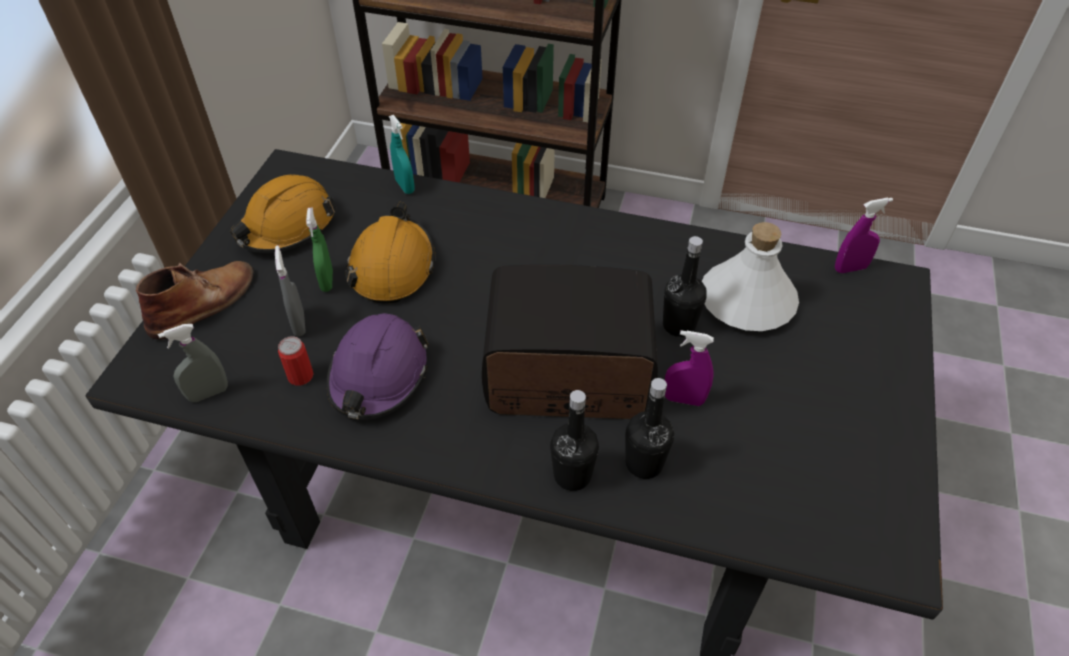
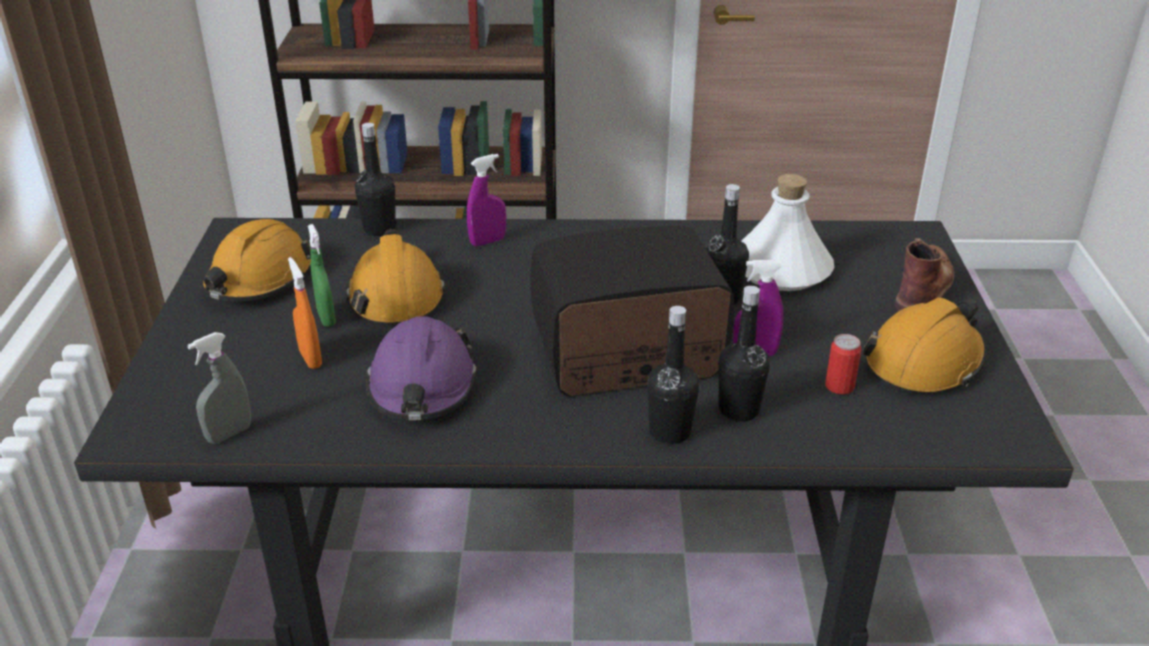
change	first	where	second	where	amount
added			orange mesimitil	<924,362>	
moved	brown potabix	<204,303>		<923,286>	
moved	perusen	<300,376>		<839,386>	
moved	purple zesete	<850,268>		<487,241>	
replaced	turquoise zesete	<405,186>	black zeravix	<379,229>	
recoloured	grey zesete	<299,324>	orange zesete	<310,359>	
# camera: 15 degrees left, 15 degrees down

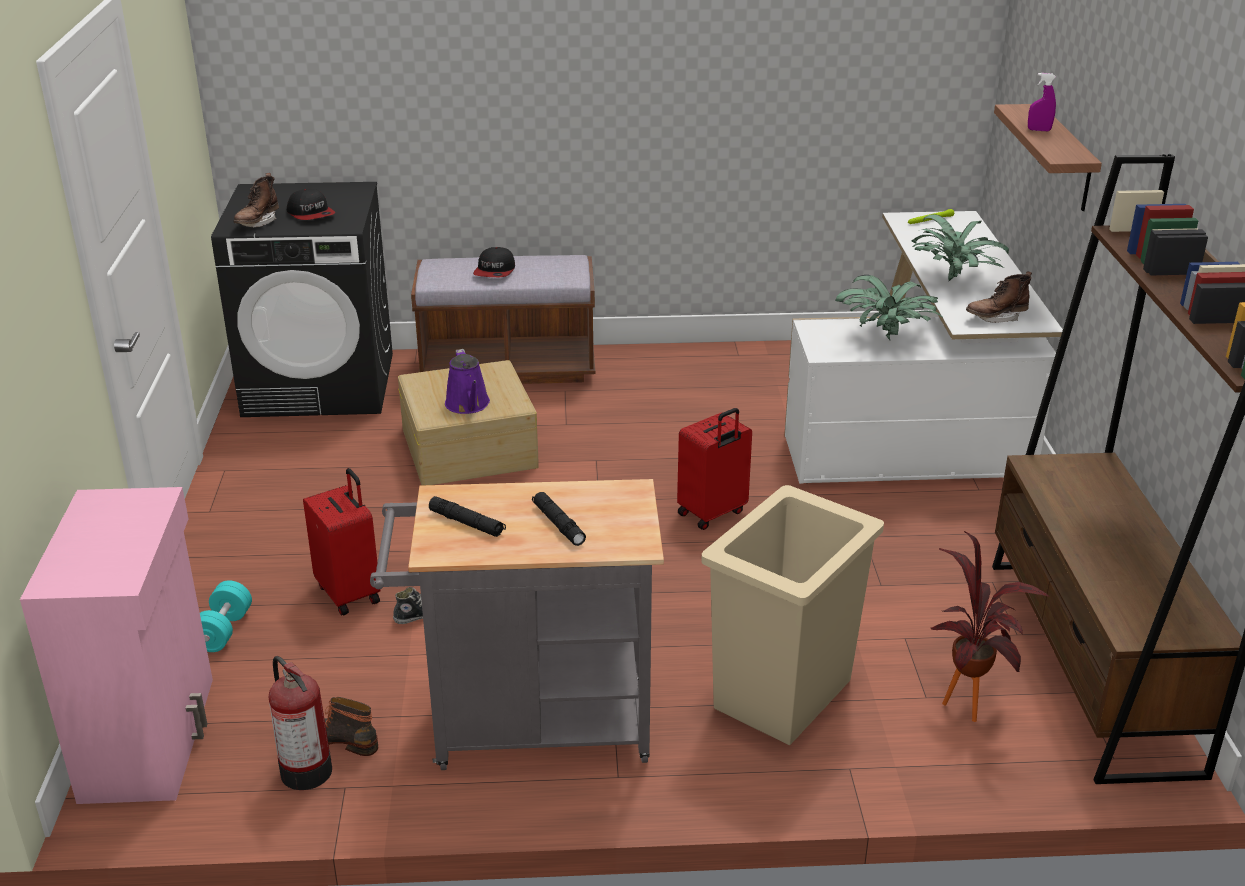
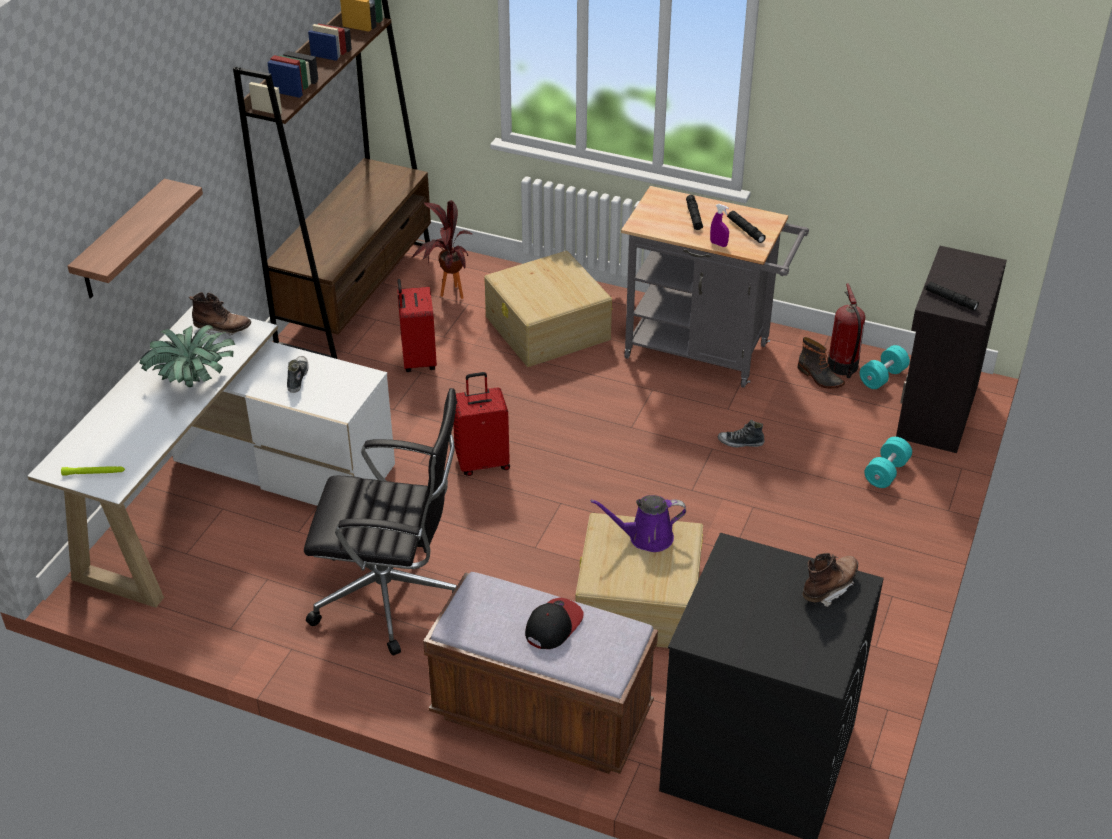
change	first	where	second	where	amount
removed	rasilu	<311,214>			
added			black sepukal	<391,595>	
added			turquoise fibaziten	<882,377>	
added			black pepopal	<950,300>	
moved	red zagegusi	<350,593>		<417,360>	
moved	purple zesete	<1039,130>		<718,244>	
replaced	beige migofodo	<780,695>	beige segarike	<548,328>	
replaced	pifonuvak	<888,338>	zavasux	<297,378>	
recoloured	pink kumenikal	<152,737>	black kumenikal	<935,411>	
turned	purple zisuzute	<468,405>		<646,537>	105 degrees counterclockwise
# camera: 155 degrees left, 10 degrees up

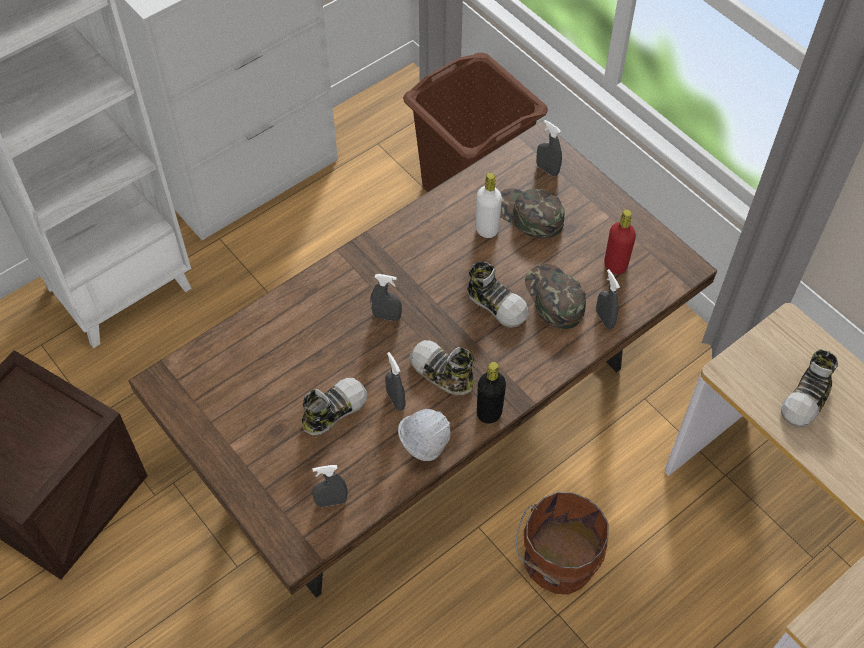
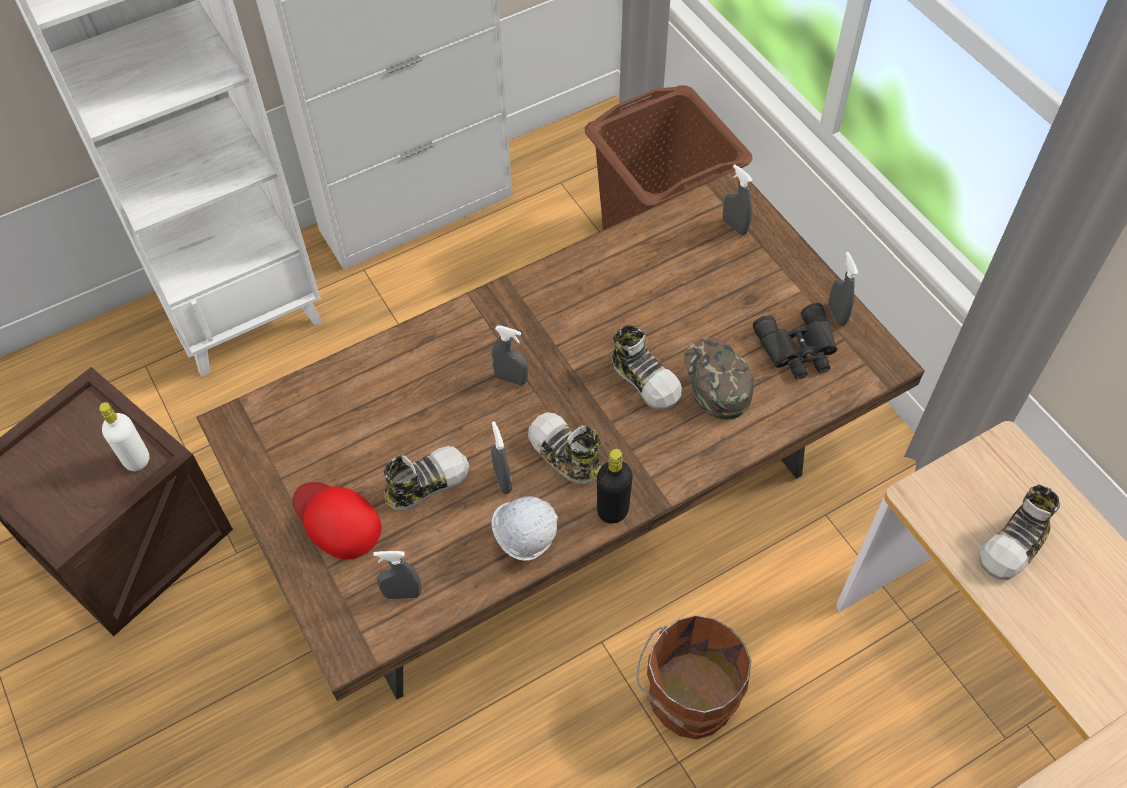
change	first	where	second	where	amount
removed	green rasilu	<528,215>			
added			red rasilu	<336,520>	
moved	white zeravix	<487,229>		<136,459>	
moved	grey zesete	<604,319>		<837,314>	
replaced	red zeravix	<615,265>	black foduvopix	<798,349>	
# camera: 10 degrees right, 0 degrees up

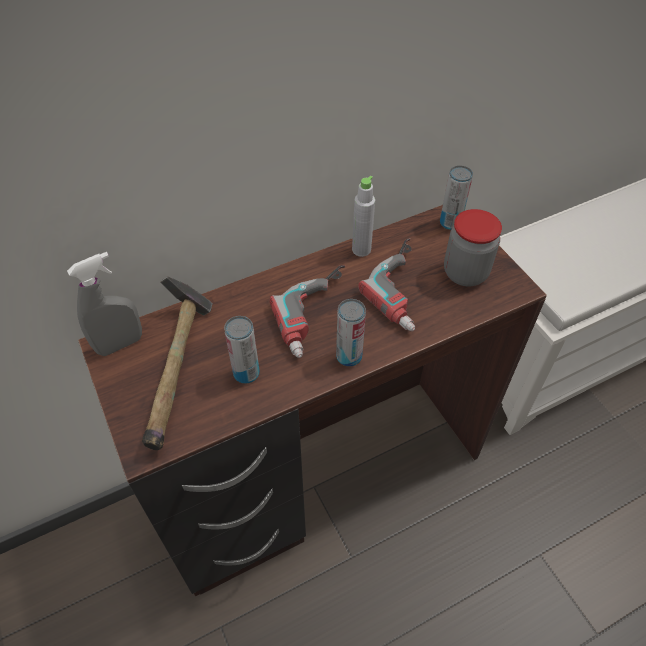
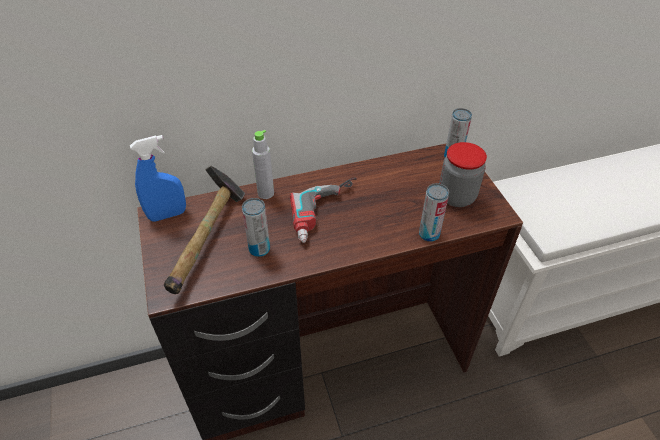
change	first	where	second	where	amount
removed	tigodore	<407,289>			
moved	perusen	<349,356>		<429,234>	
moved	grey zeravix	<361,250>		<266,193>	
recoloured	grey zesete	<120,344>	blue zesete	<167,215>	
# camera: 10 degrees right, 5 degrees down

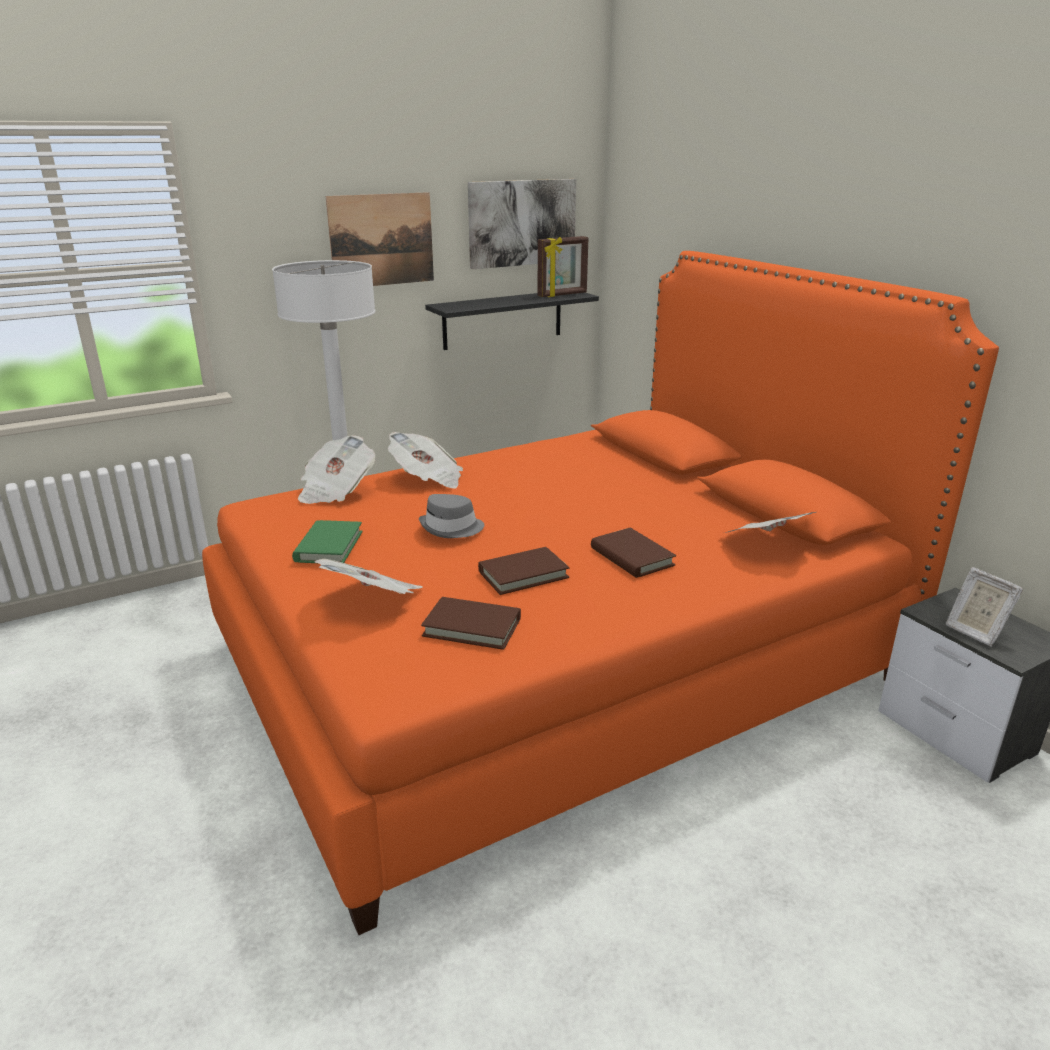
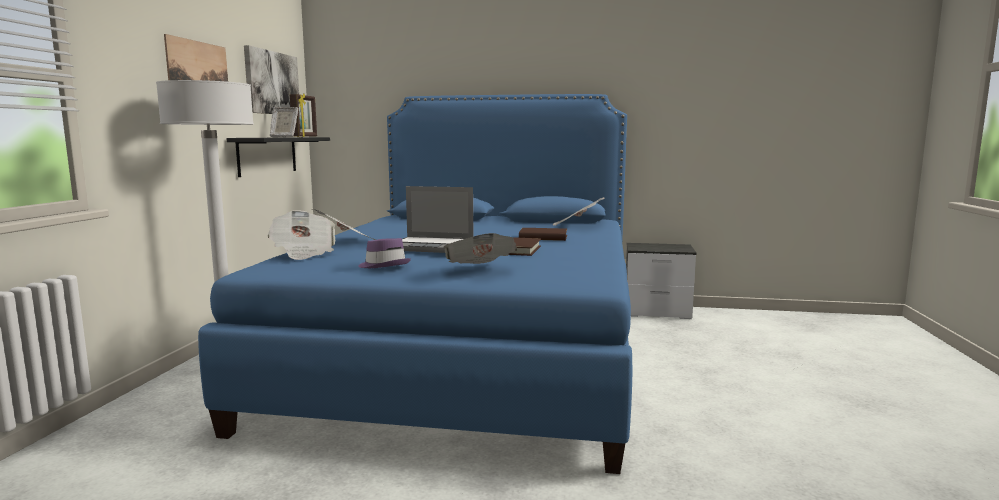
change	first	where	second	where	amount
removed	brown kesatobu	<472,627>			
moved	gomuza	<974,631>		<284,137>	
replaced	green kesatobu	<329,546>	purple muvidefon	<384,265>	
replaced	grey muvidefon	<452,528>	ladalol	<433,247>	
recoloured	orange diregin	<556,662>	blue diregin	<469,353>	
# camera: 50 degrees left, 15 degrees down

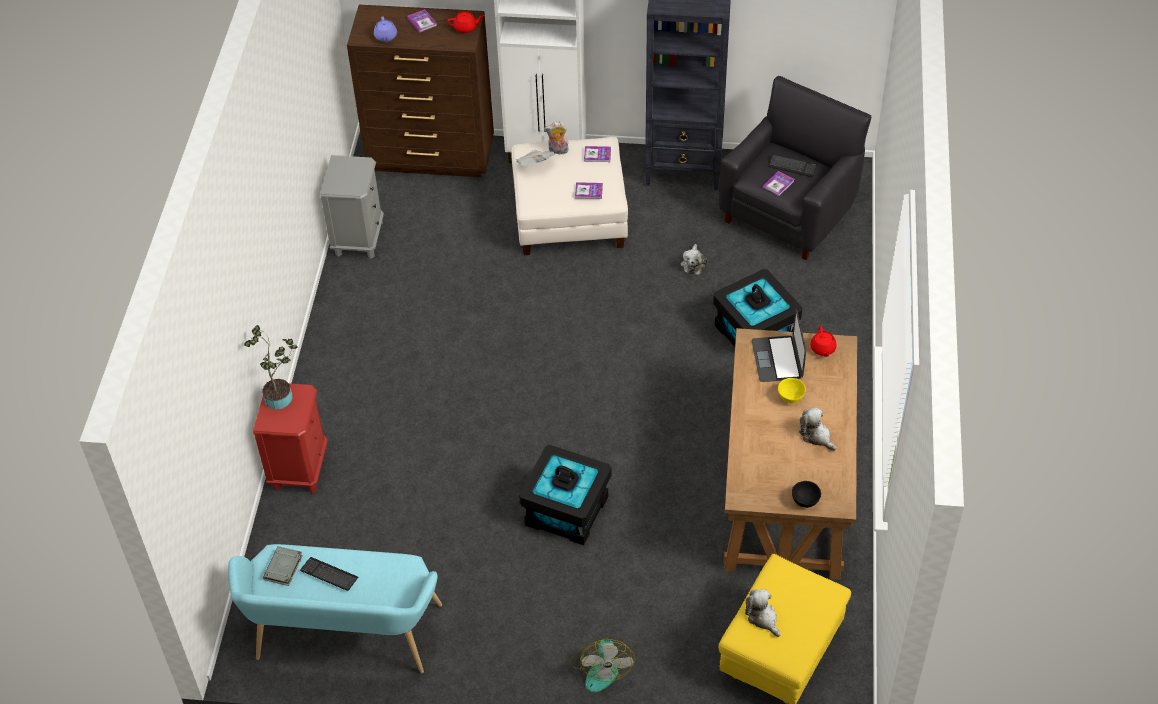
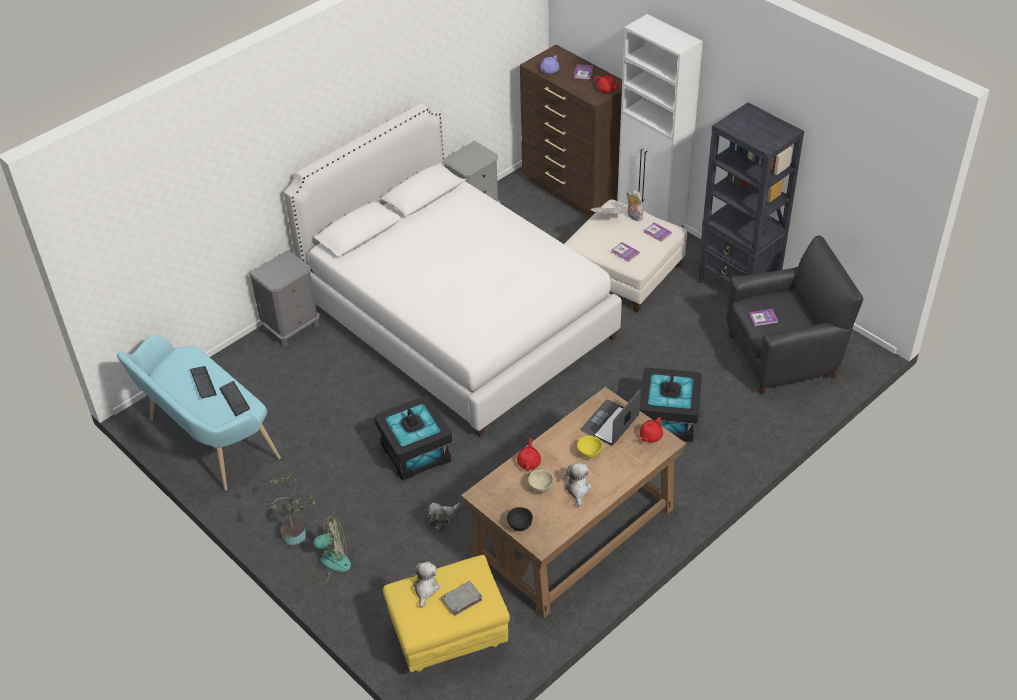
change	first	where	second	where	amount
added			white diregin	<458,320>	
added			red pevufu	<529,462>	
added			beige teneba	<541,488>	
moved	pifonuvak	<281,396>		<297,534>	
moved	grey kesatobu	<283,568>		<461,600>	
moved	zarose	<693,264>		<443,518>	
moved	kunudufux	<792,166>		<234,399>	
recoloured	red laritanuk	<299,468>	grey laritanuk	<291,327>	
turned	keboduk	<600,668>		<328,562>	135 degrees counterclockwise
# camera: 40 degrees right, 5 degrees down

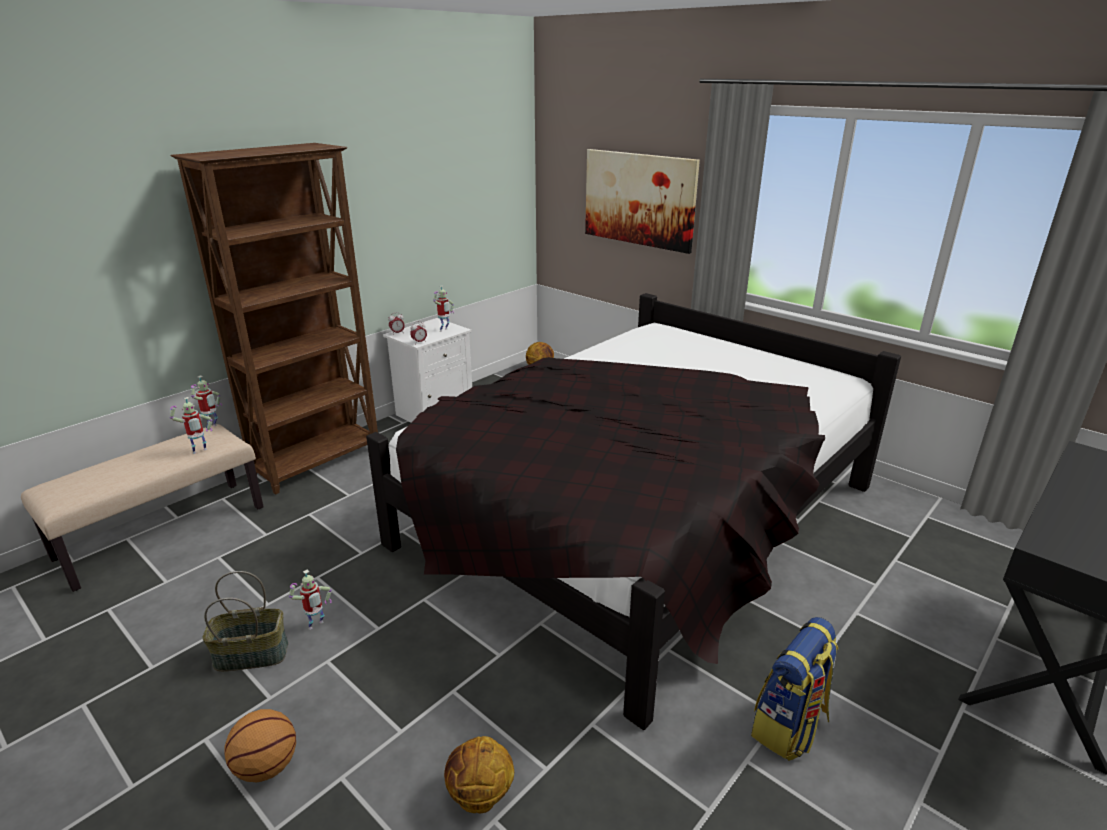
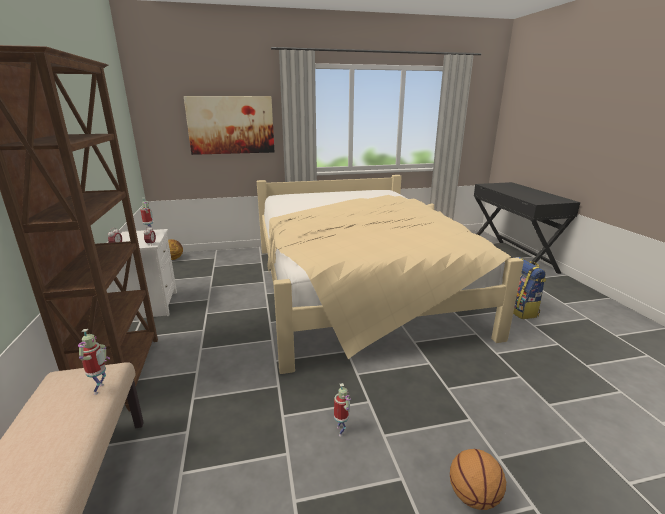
change	first	where	second	where	amount
removed	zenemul	<212,428>			
removed	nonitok	<252,654>			
removed	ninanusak	<480,795>			
recoloured	black diregin	<640,517>	beige diregin	<358,287>	
# camera: 55 degrees left, 5 degrees down

